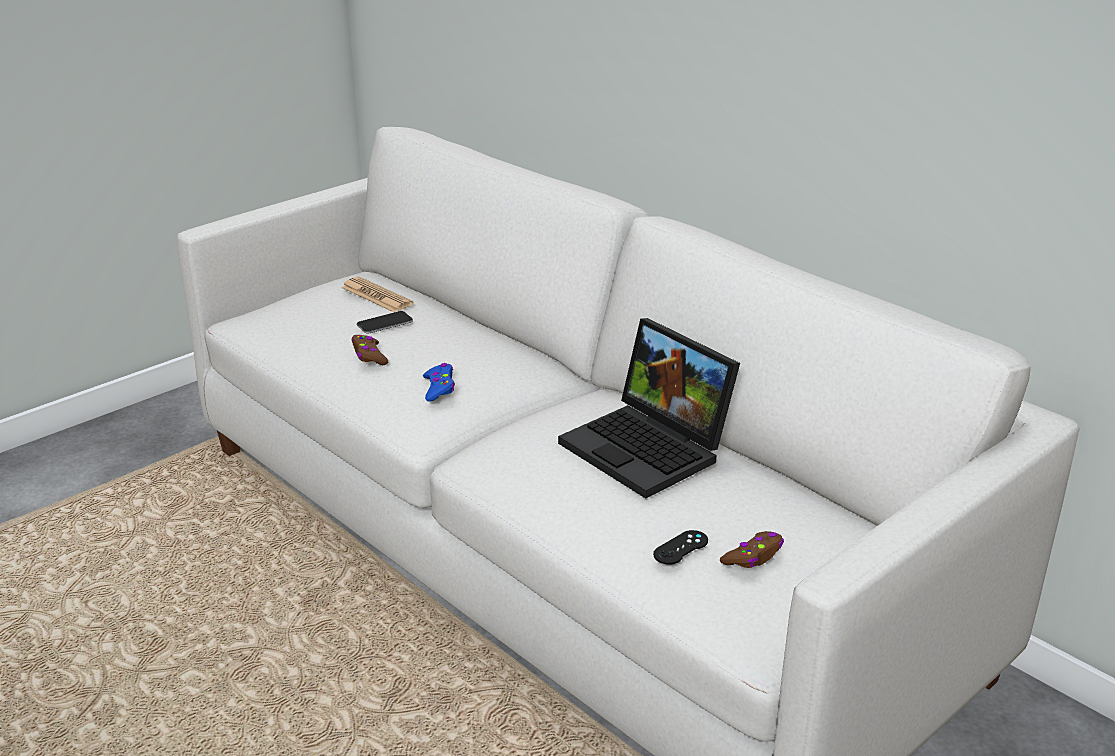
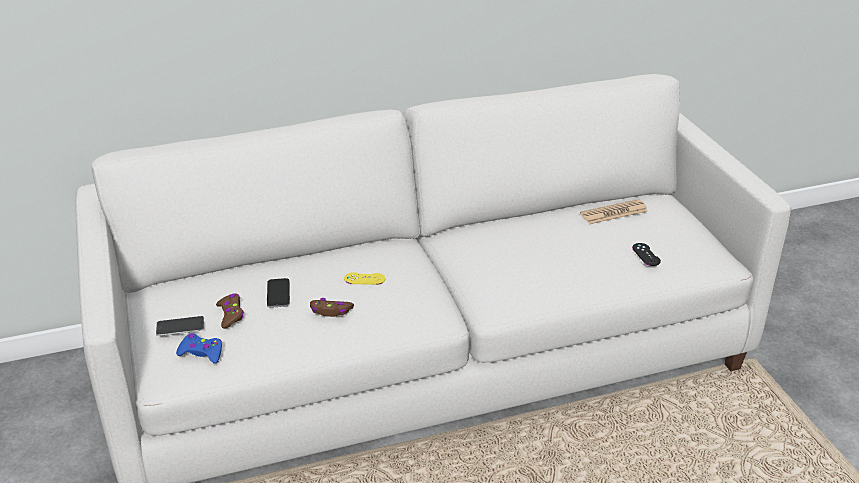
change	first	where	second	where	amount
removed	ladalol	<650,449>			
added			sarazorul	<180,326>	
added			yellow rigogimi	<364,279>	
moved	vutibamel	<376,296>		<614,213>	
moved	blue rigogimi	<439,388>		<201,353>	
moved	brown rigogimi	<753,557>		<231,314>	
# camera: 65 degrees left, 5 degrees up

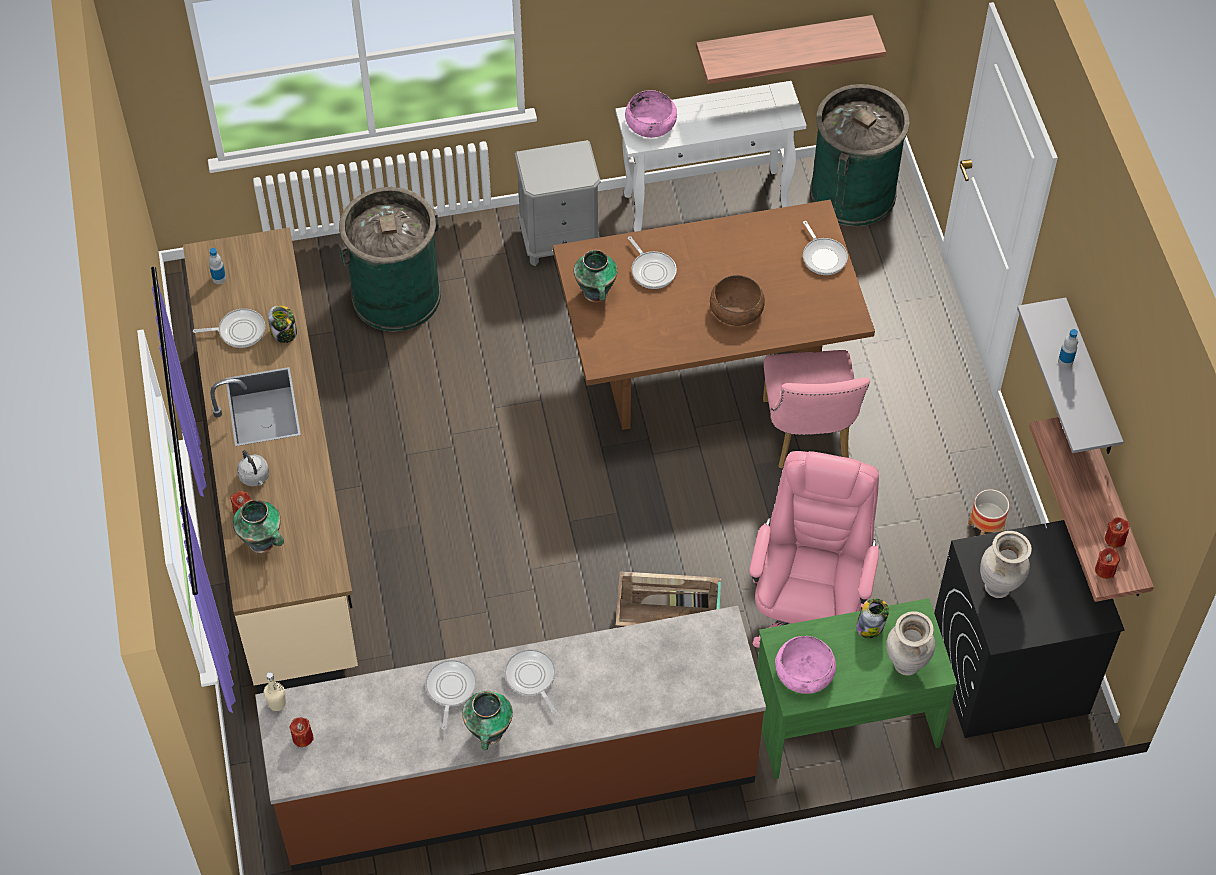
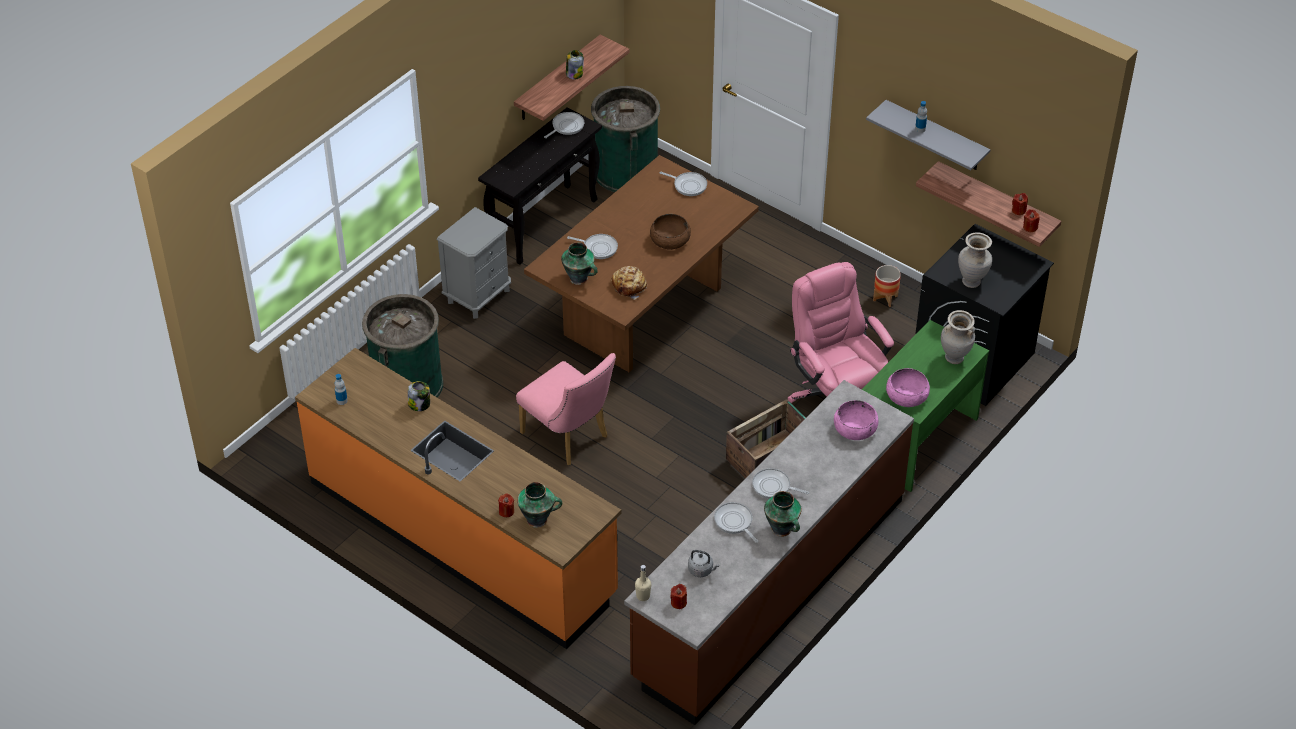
change	first	where	second	where	amount
added			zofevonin	<629,286>	
moved	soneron	<239,331>		<566,126>	
moved	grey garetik	<255,477>		<702,570>	
moved	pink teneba	<650,123>		<855,428>	
moved	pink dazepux	<807,438>		<569,438>	
moved	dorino	<870,626>		<574,74>	
recoloured	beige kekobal	<283,500>	orange kekobal	<462,538>	
recoloured	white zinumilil	<707,200>	black zinumilil	<544,223>	
# camera: 40 degrees left, 10 degrees down

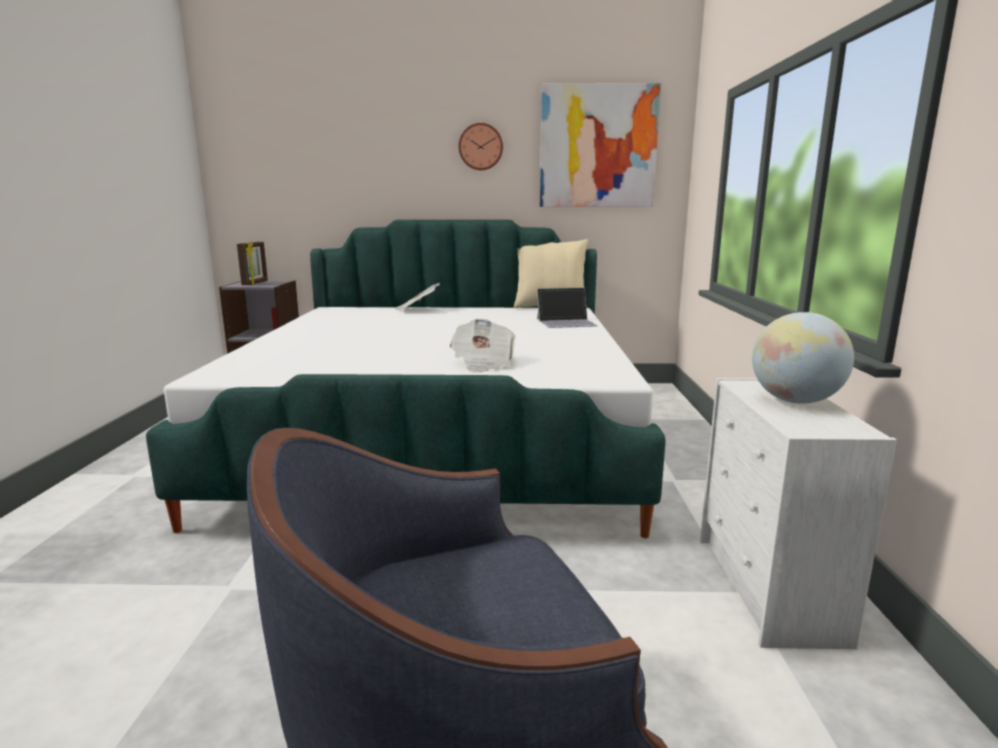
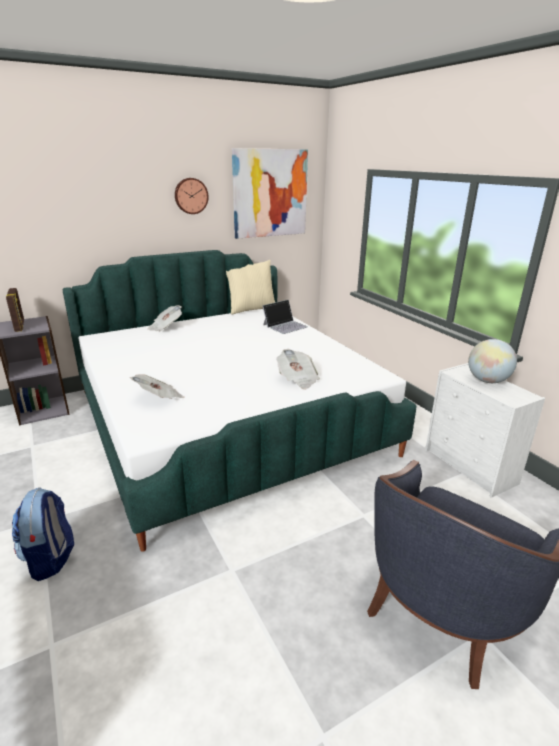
change	first	where	second	where	amount
added			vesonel	<50,558>	
added			vutibamel	<159,398>	
# camera: 30 degrees left, 10 degrees up

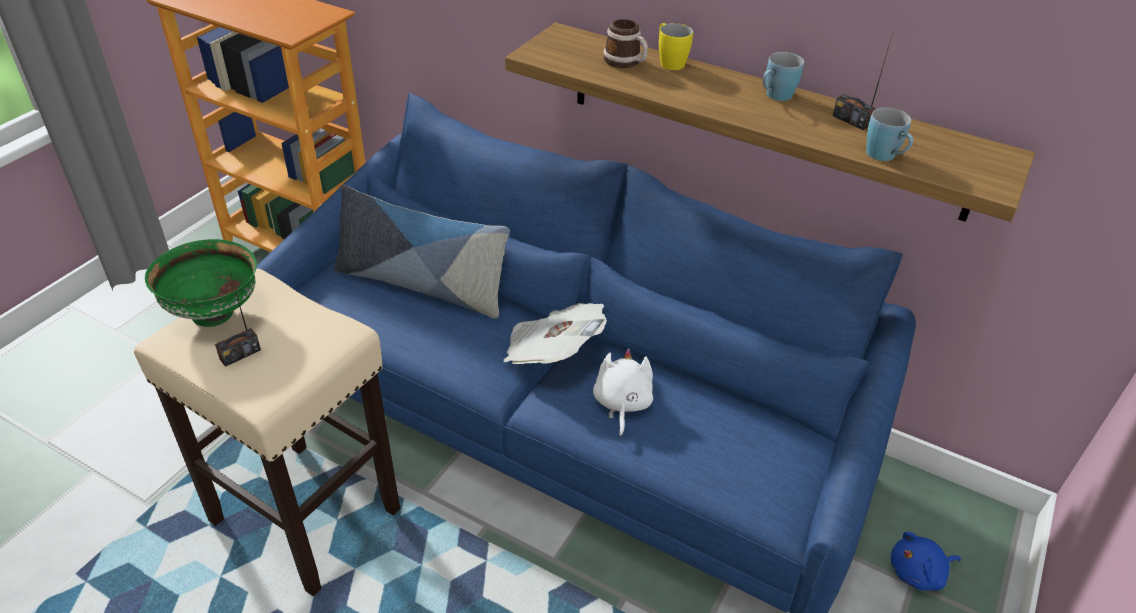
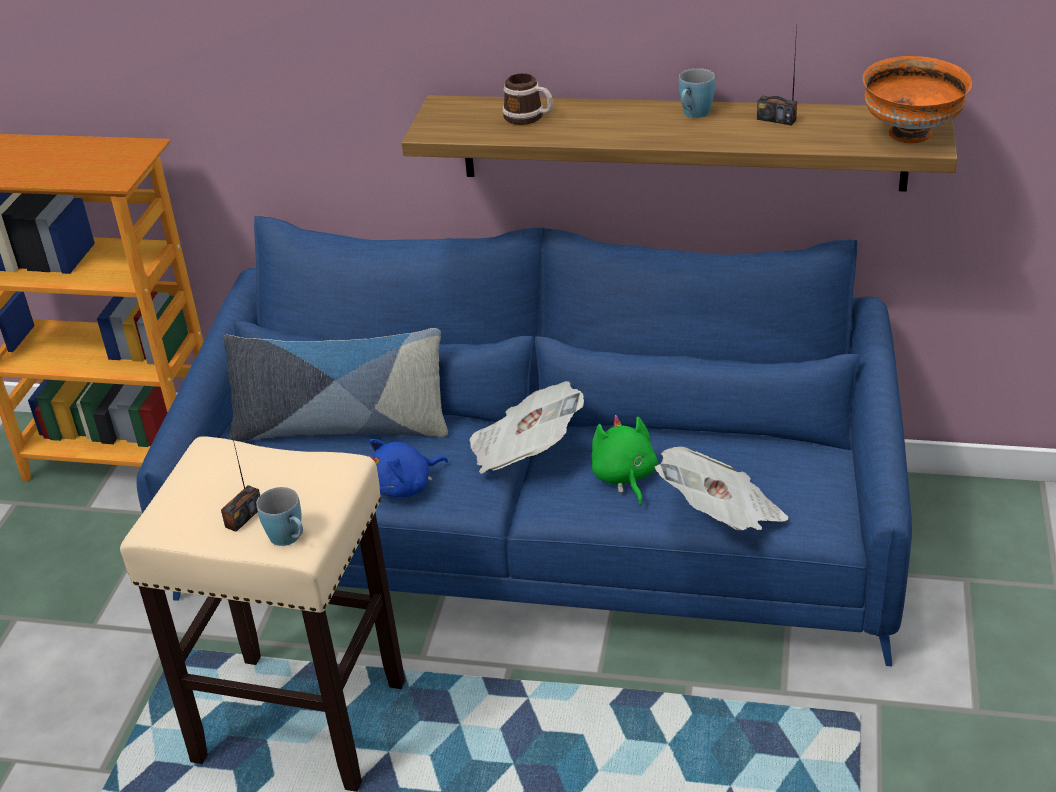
change	first	where	second	where	amount
removed	green teneba	<214,312>			
removed	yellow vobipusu	<669,61>			
added			vutibamel	<721,516>	
added			orange teneba	<911,135>	
moved	blue vobipusu	<885,157>		<289,539>	
moved	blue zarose	<918,573>		<404,486>	
recoloured	white zarose	<621,404>	green zarose	<624,477>	
# camera: 15 degrees left, 5 degrees down

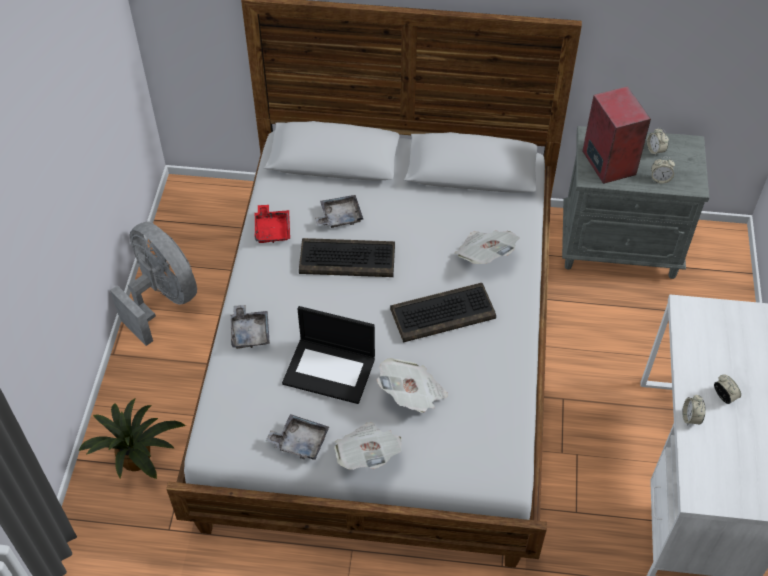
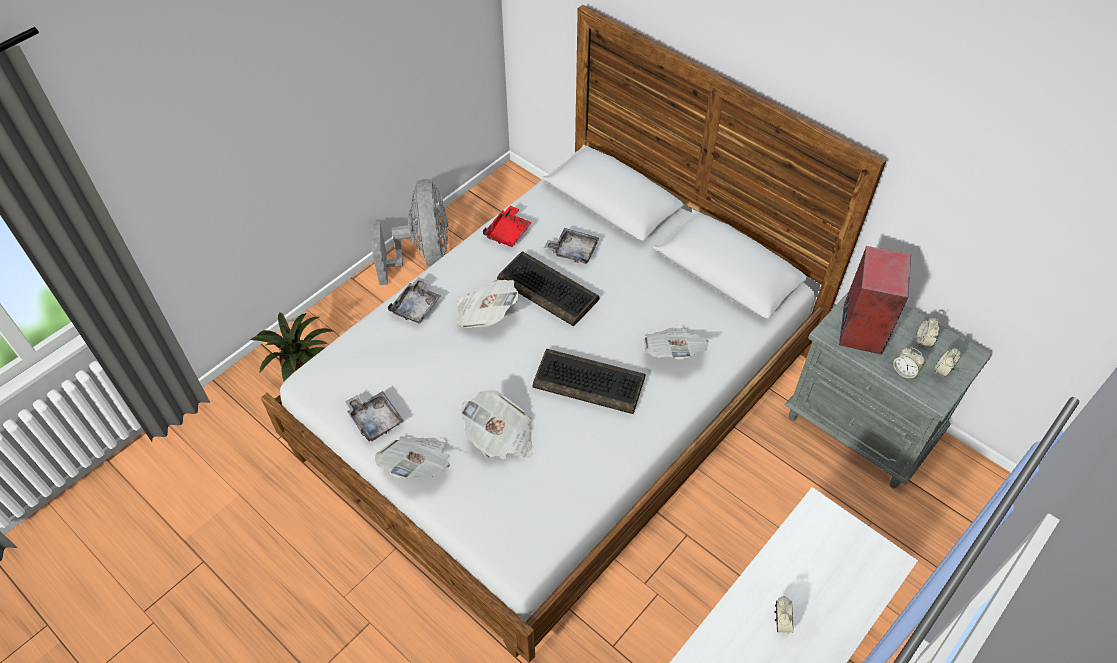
change	first	where	second	where	amount
removed	ladalol	<330,370>			
added			vutibamel	<486,314>	
moved	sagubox	<690,418>		<942,370>	
# camera: 35 degrees right, 0 degrees up

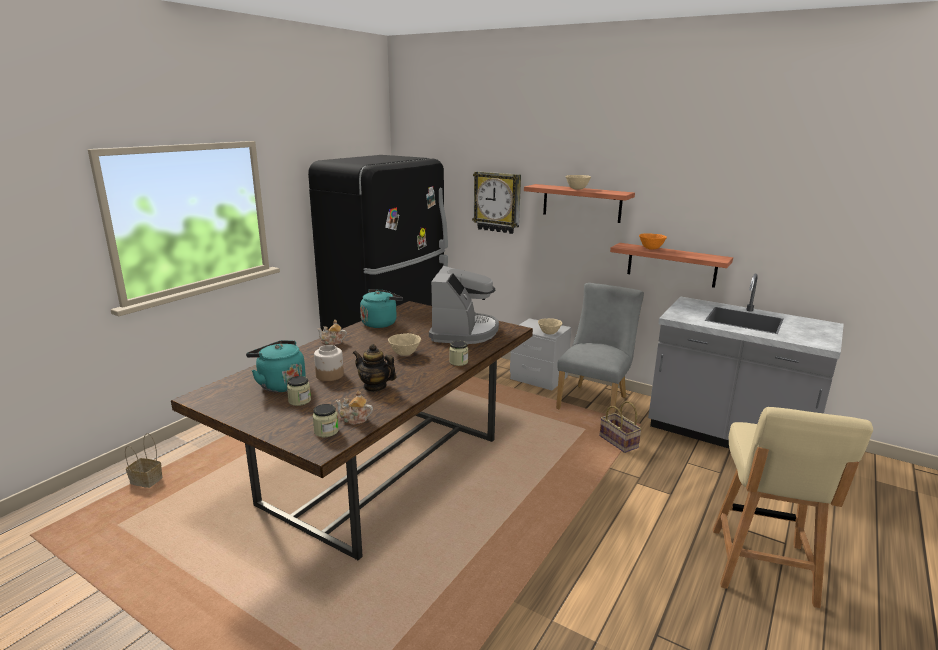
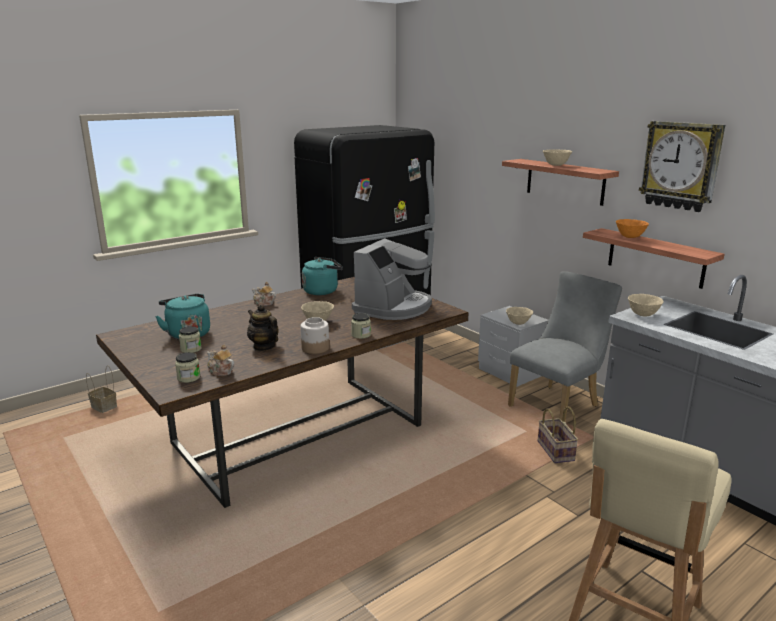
change	first	where	second	where	amount
added			beige teneba	<643,315>	
moved	dorino	<330,375>		<315,348>	
moved	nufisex	<497,202>		<681,165>	
# camera: 20 degrees right, 0 degrees up

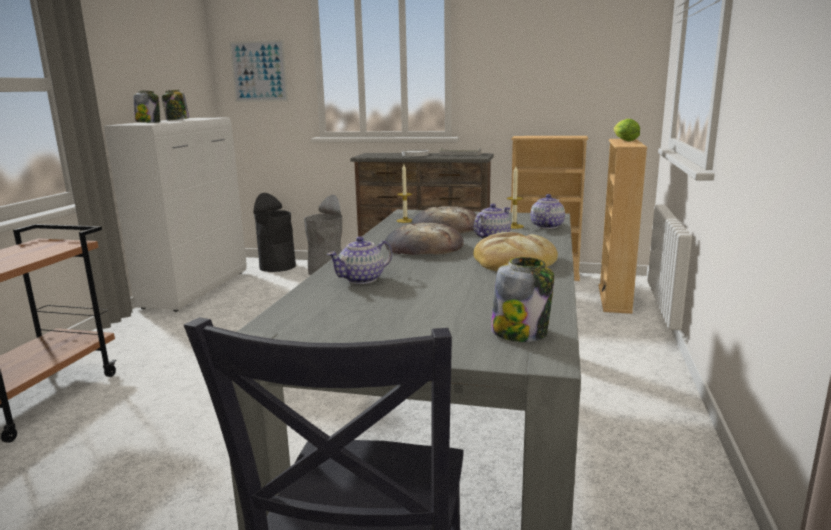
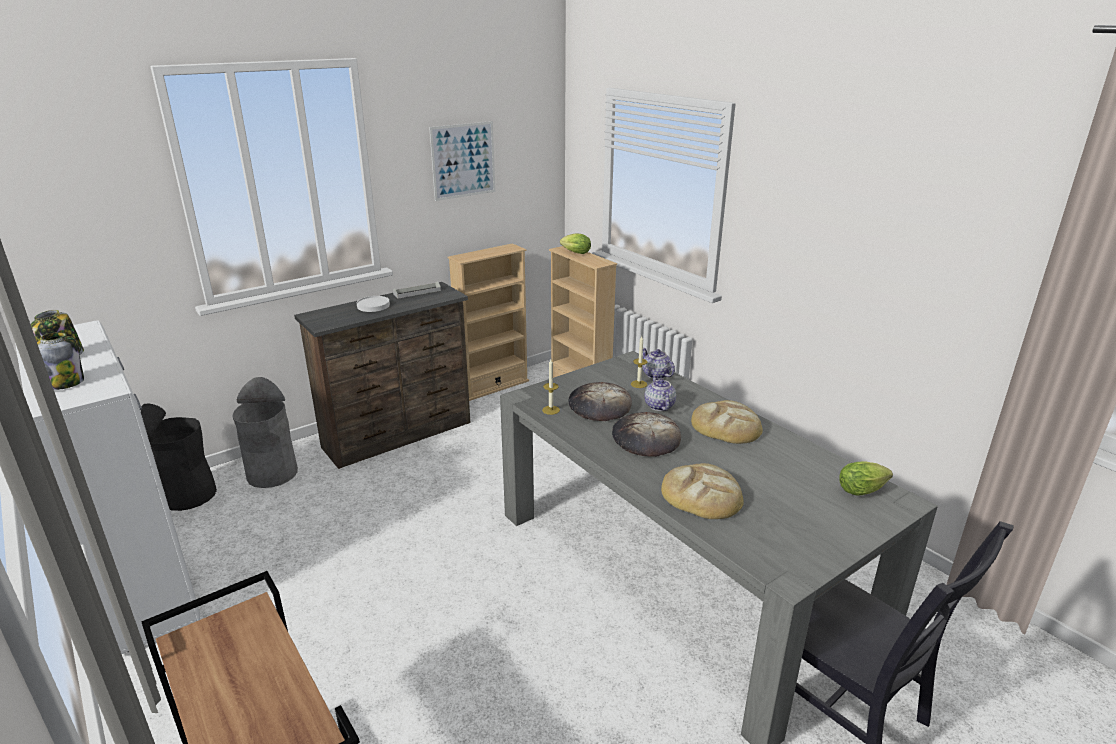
change	first	where	second	where	amount
moved	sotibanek	<259,71>		<463,160>	
replaced	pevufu	<362,279>	zofevonin	<701,495>	
replaced	dorino	<520,333>	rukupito	<863,490>	
# camera: 50 degrees left, 10 degrees up

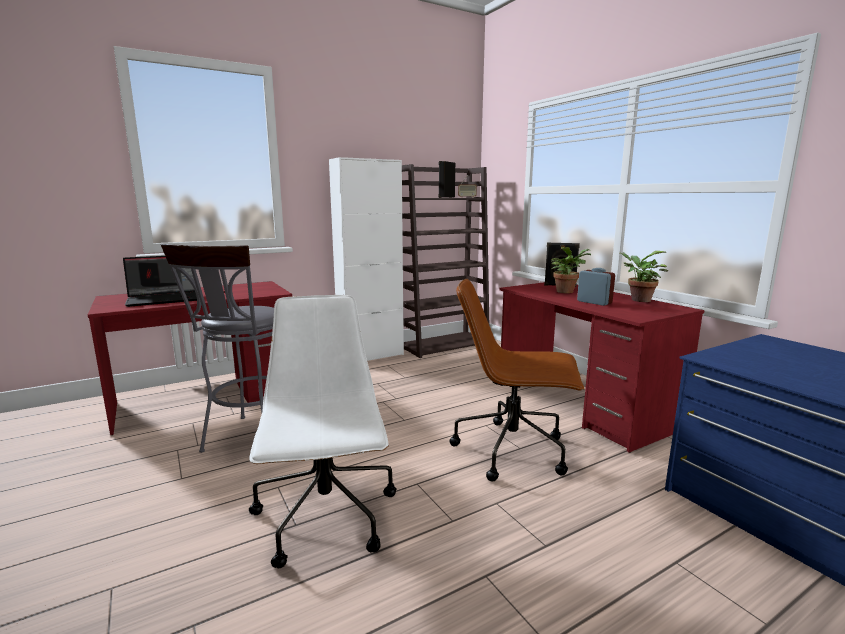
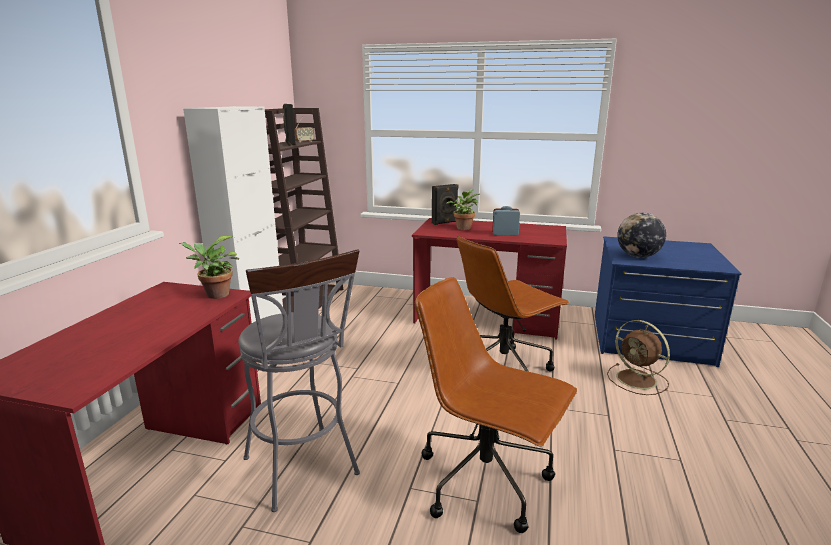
change	first	where	second	where	amount
removed	ladalol	<165,299>			
added			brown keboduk	<638,380>	
added			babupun	<638,256>	
moved	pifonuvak	<638,300>		<214,295>	
recoloured	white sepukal	<326,518>	brown sepukal	<486,482>	
# camera: 45 degrees left, 5 degrees up

